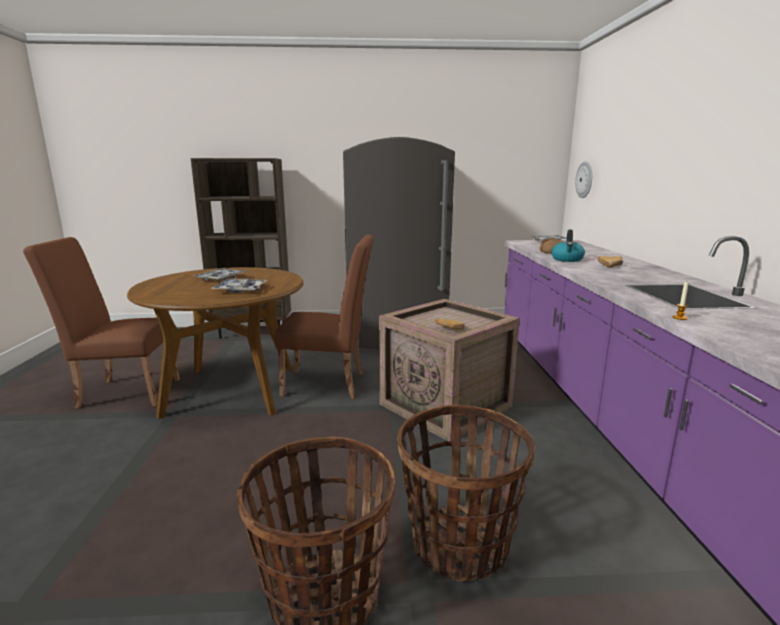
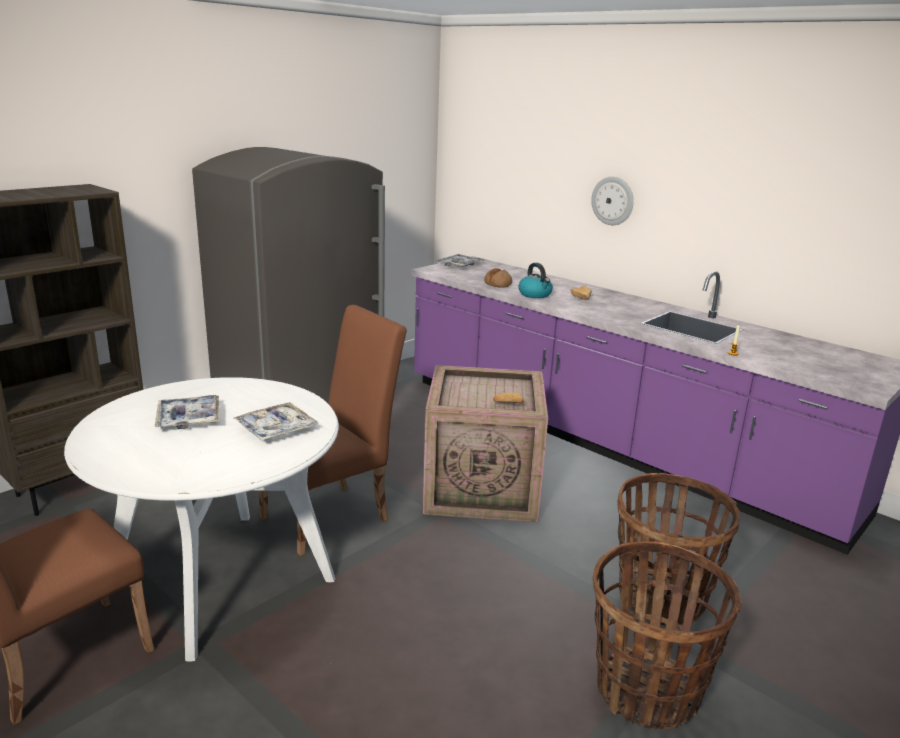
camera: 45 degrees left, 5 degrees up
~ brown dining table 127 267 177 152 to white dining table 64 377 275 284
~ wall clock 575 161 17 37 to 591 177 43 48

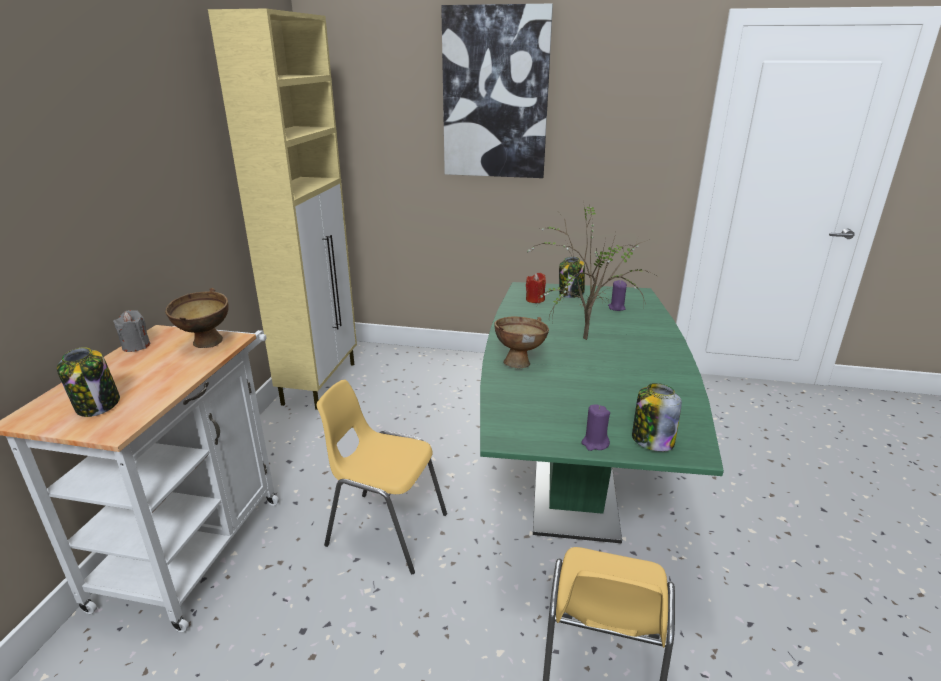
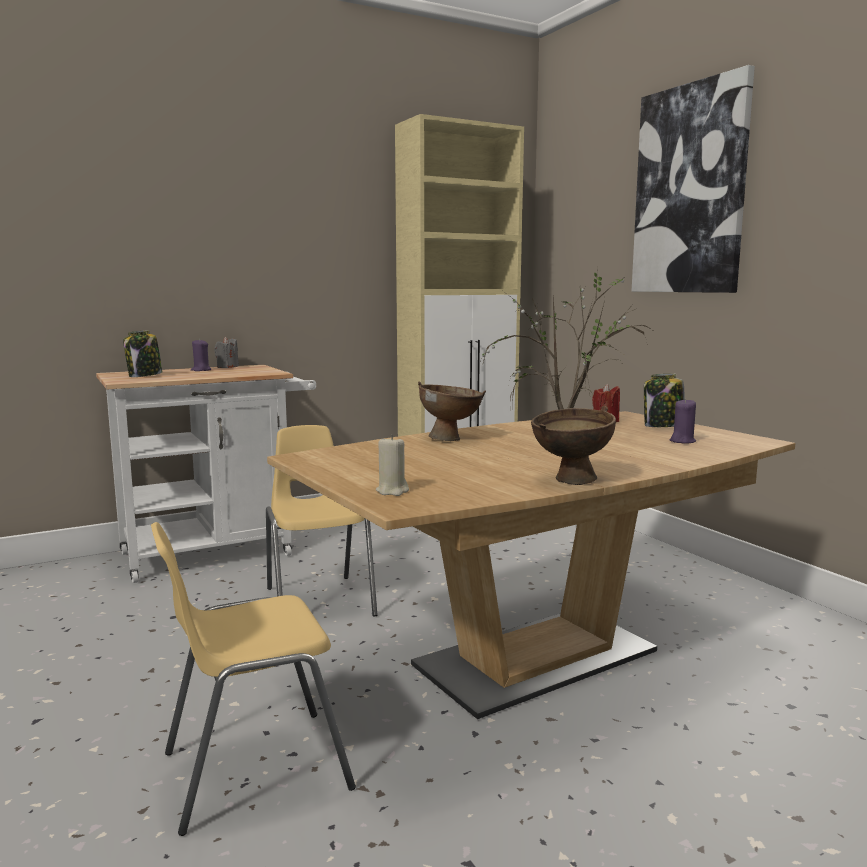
camera: 50 degrees right, 15 degrees down
~ brown bowl 165 288 64 60 to 531 406 85 79
~ green dining table 480 282 244 261 to brown dining table 267 411 529 308
~ purple candle 581 404 29 47 to 191 339 20 32
~ jar 632 383 50 69 to beige candle 376 435 33 61

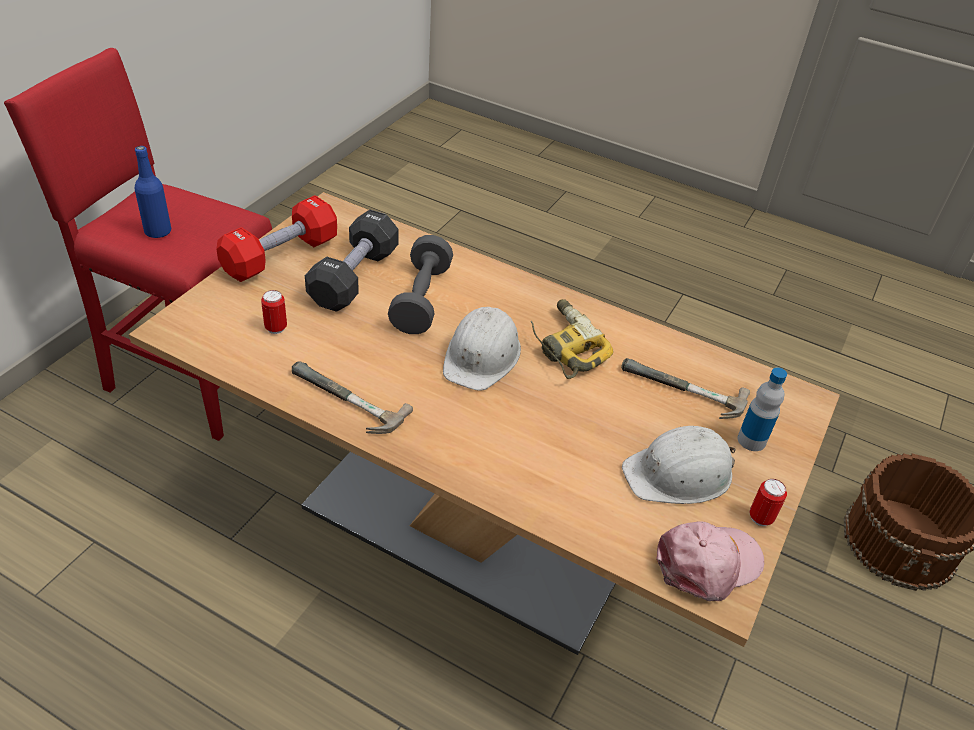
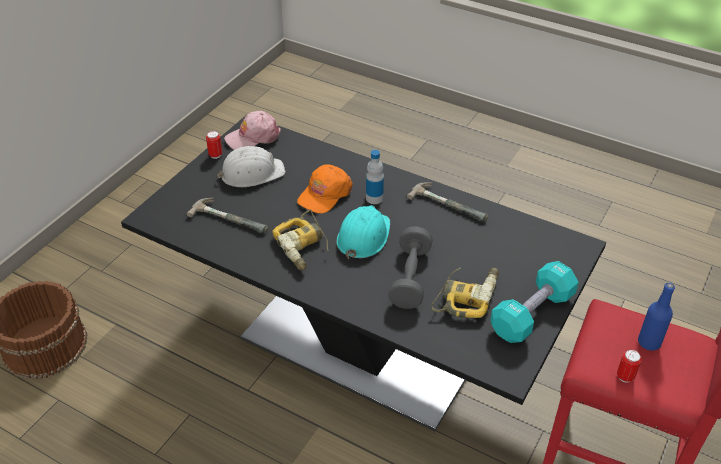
camera: 175 degrees left, 0 degrees up
~ beige dining table 129 192 711 463 to black dining table 121 116 485 315
~ red dumbbell 216 195 121 87 to turquoise dumbbell 490 261 89 82
~ can 261 290 26 44 to 617 350 25 33
~ black dumbbell 305 210 94 102 to power drill 431 267 68 51
~ white hard hat 443 307 78 84 to turquoise hard hat 336 205 54 54
~ bottle 737 368 50 83 to 366 150 18 54
+ orange cap 297 164 56 49

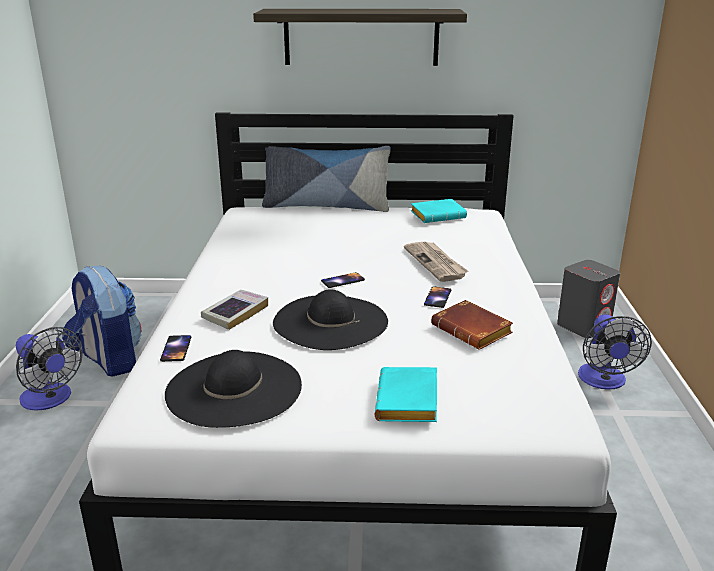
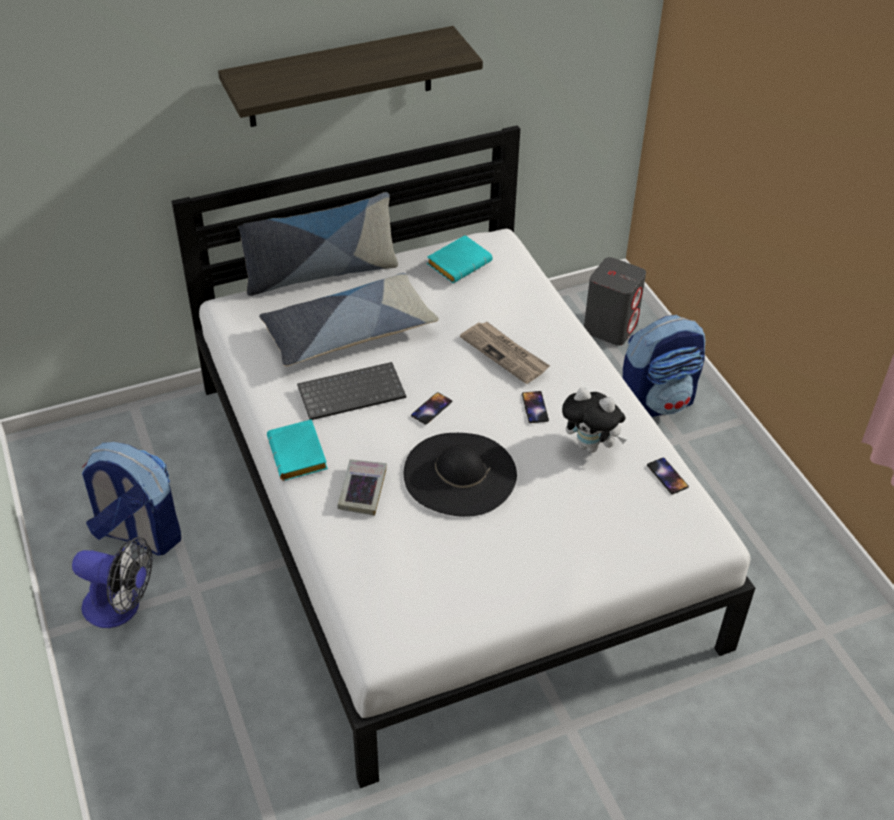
camera: 25 degrees left, 20 degrees up
~ phone 160 335 31 27 to 647 458 42 36
- black hat 165 350 137 78
~ turquoise book 375 367 62 55 to 267 419 61 62
~ brown book 431 300 82 50 to plush toy 562 387 64 66
~ fan 578 314 74 75 to backpack 623 315 82 102
+ pillow 259 273 180 94
+ keyboard 297 362 109 58

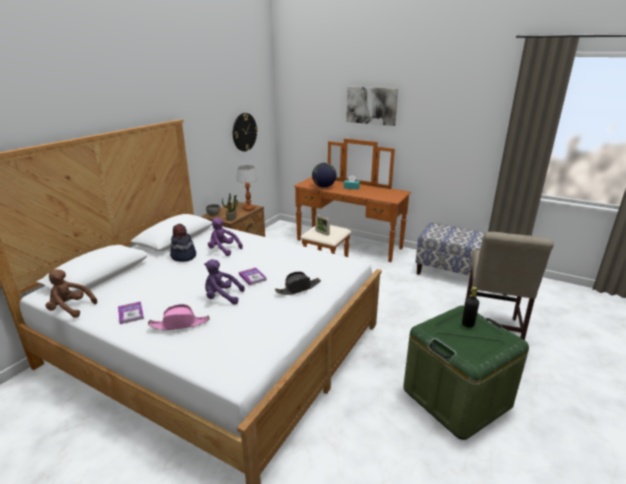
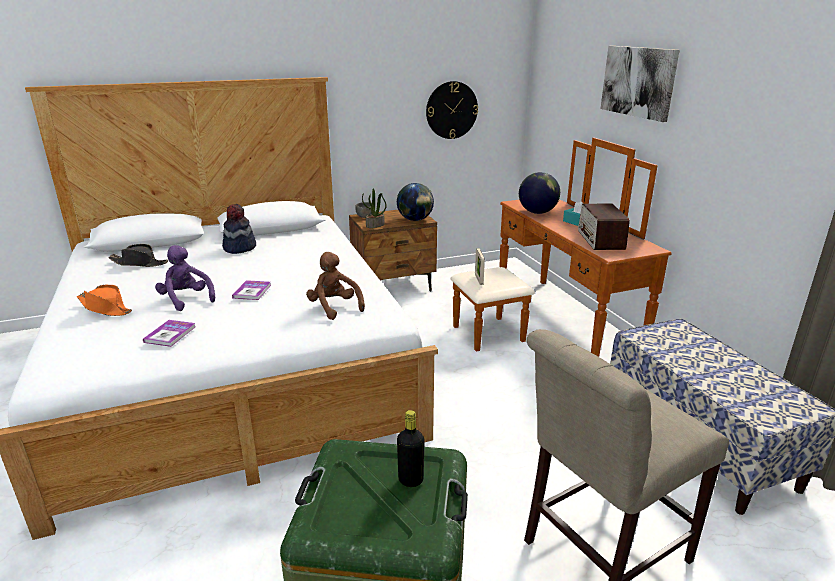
camera: 40 degrees right, 0 degrees up
~ brown plush toy 45 269 52 49 to 306 252 59 68
~ book 118 301 26 23 to 143 320 52 27
~ pink hat 148 304 62 26 to orange hat 77 284 55 32
- purple plush toy 208 218 35 38
~ table lamp 236 165 22 46 to globe 397 183 37 38
~ black hat 275 272 46 23 to 108 244 61 23
+ radio 578 204 52 46

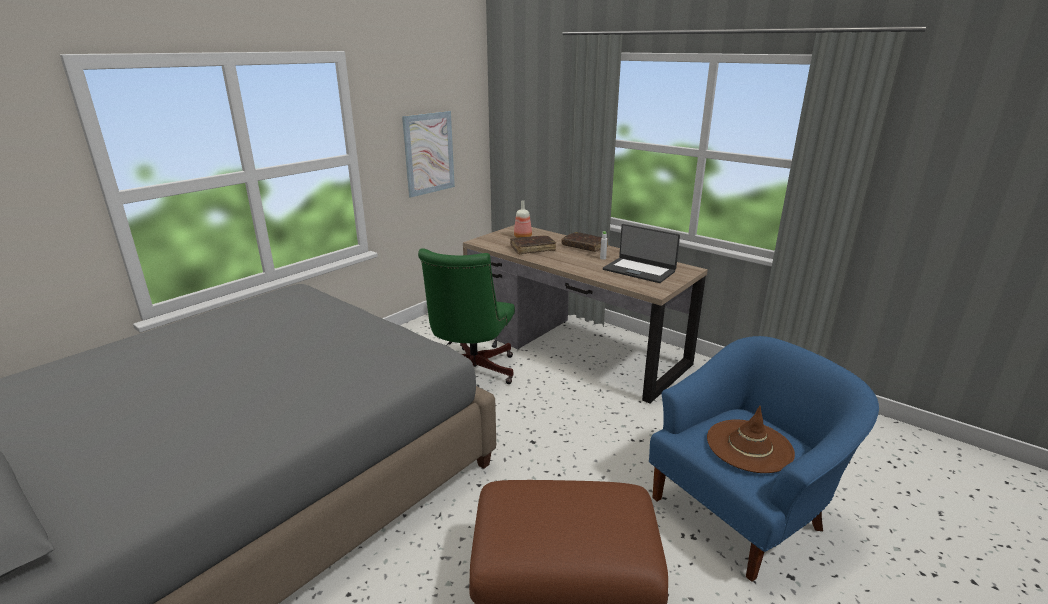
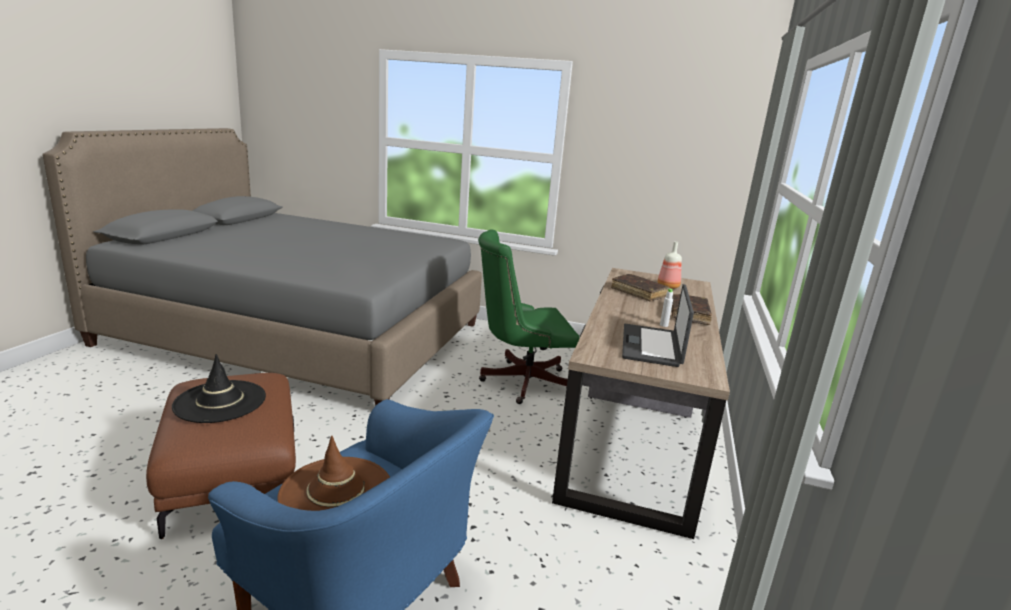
camera: 65 degrees right, 5 degrees down
- picture 402 111 53 87
+ black hat 172 354 94 69

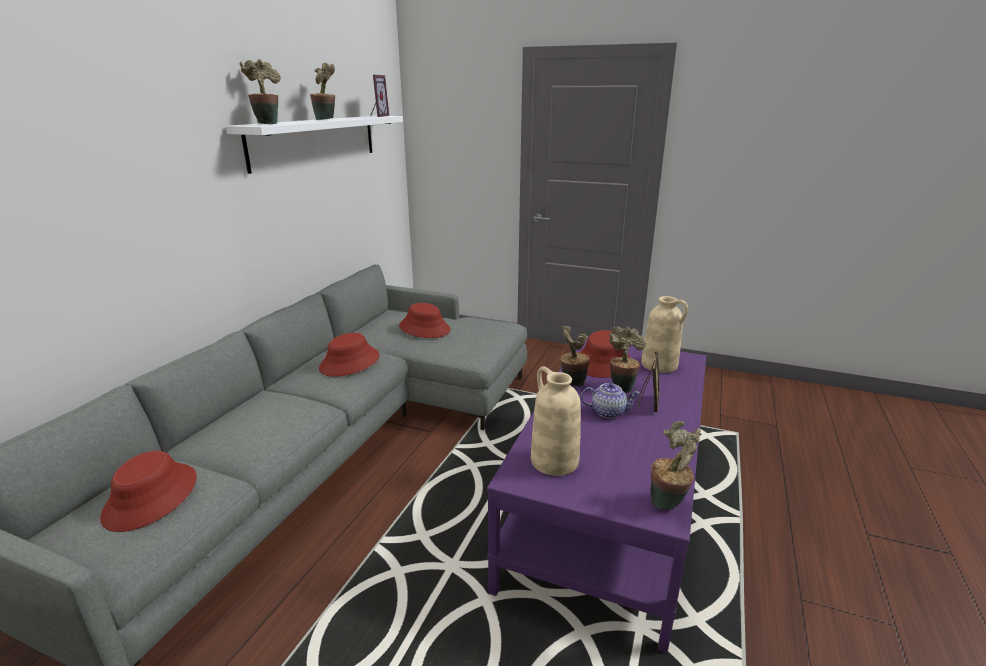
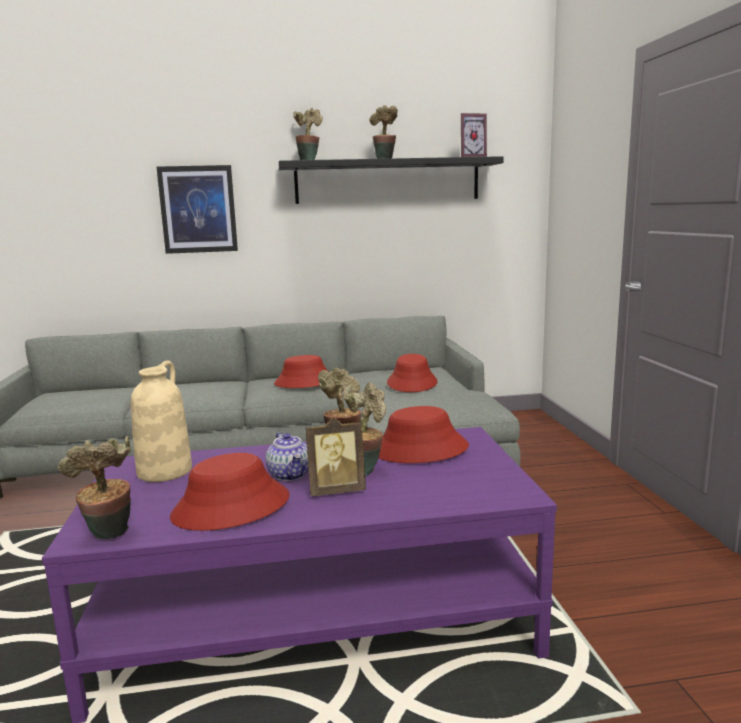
camera: 60 degrees right, 10 degrees down
~ red hat 100 451 97 81 to 170 453 120 78
~ white shelf 226 116 177 58 to black shelf 278 156 226 48
- beige vase 641 296 47 77
+ picture 156 165 82 89

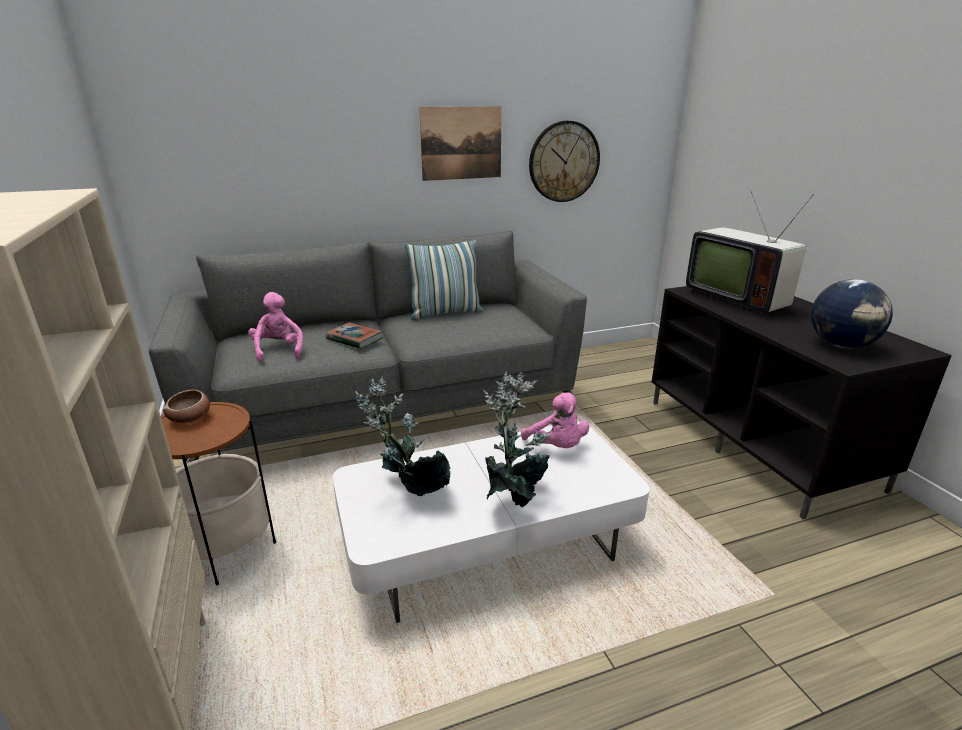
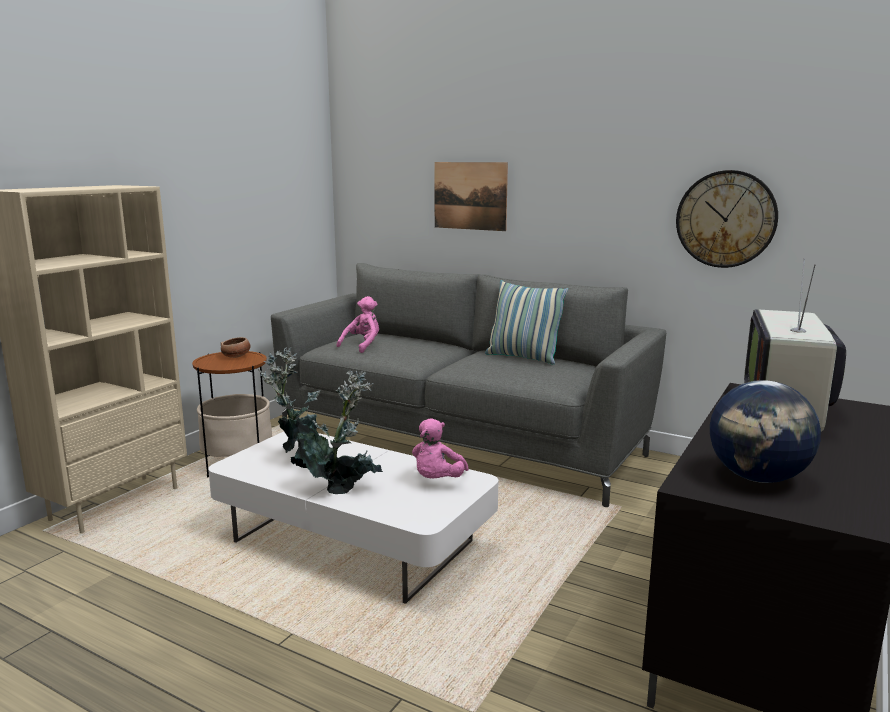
camera: 50 degrees right, 10 degrees down
- book 326 323 57 26
~ picture 419 106 83 75 to 434 162 74 69

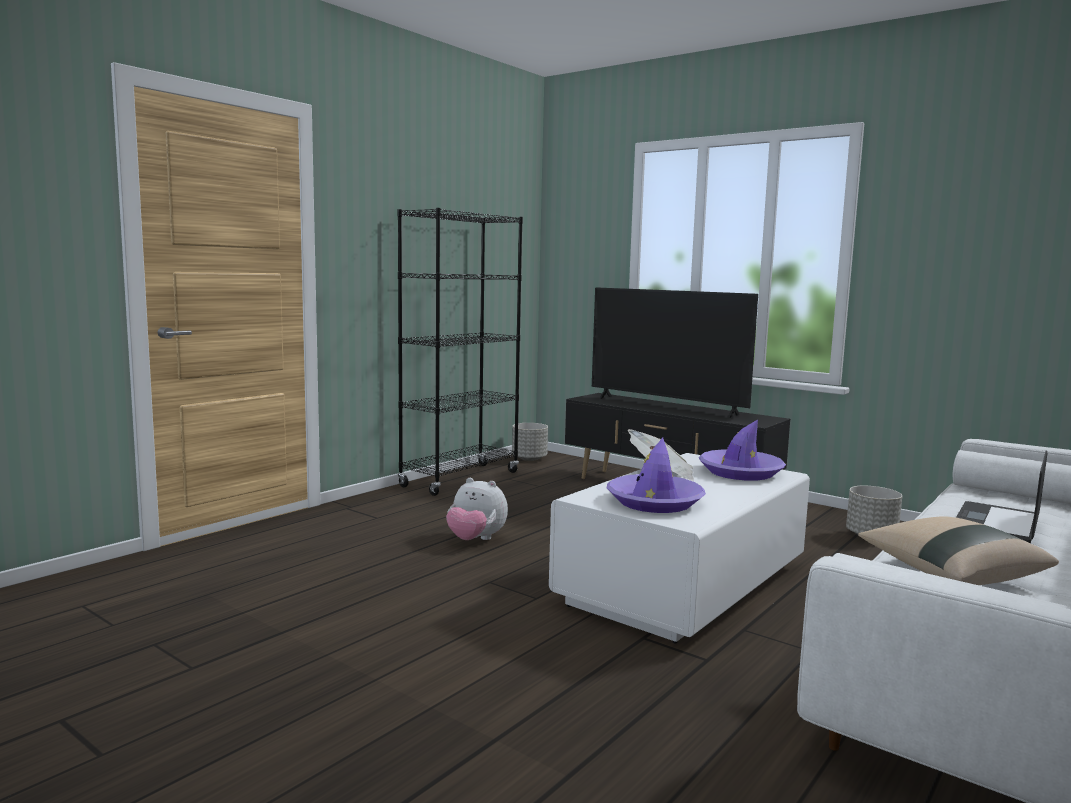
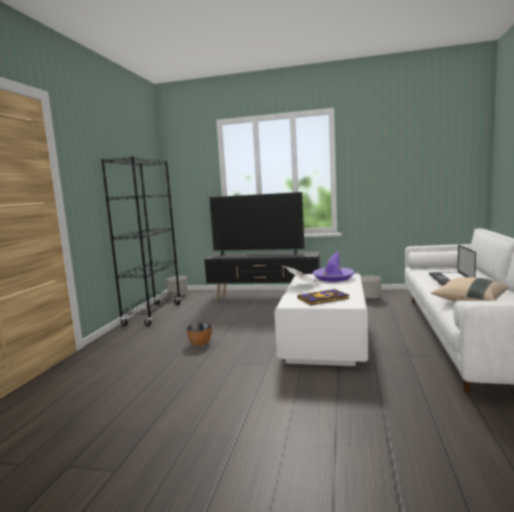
camera: 25 degrees left, 0 degrees up
~ plush toy 446 478 62 62 to bowl 186 323 26 23
~ purple hat 607 438 99 75 to book 297 289 52 16

